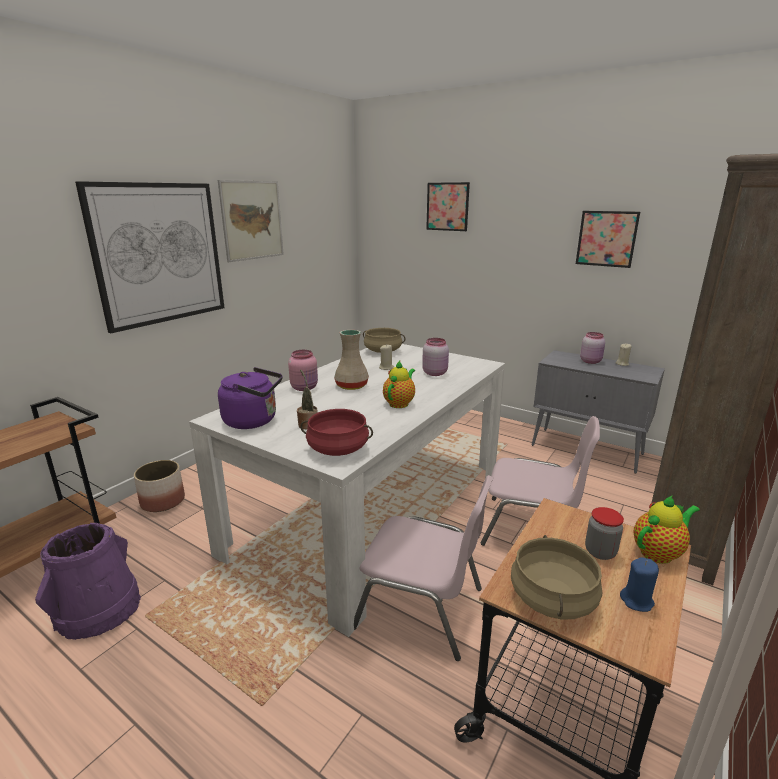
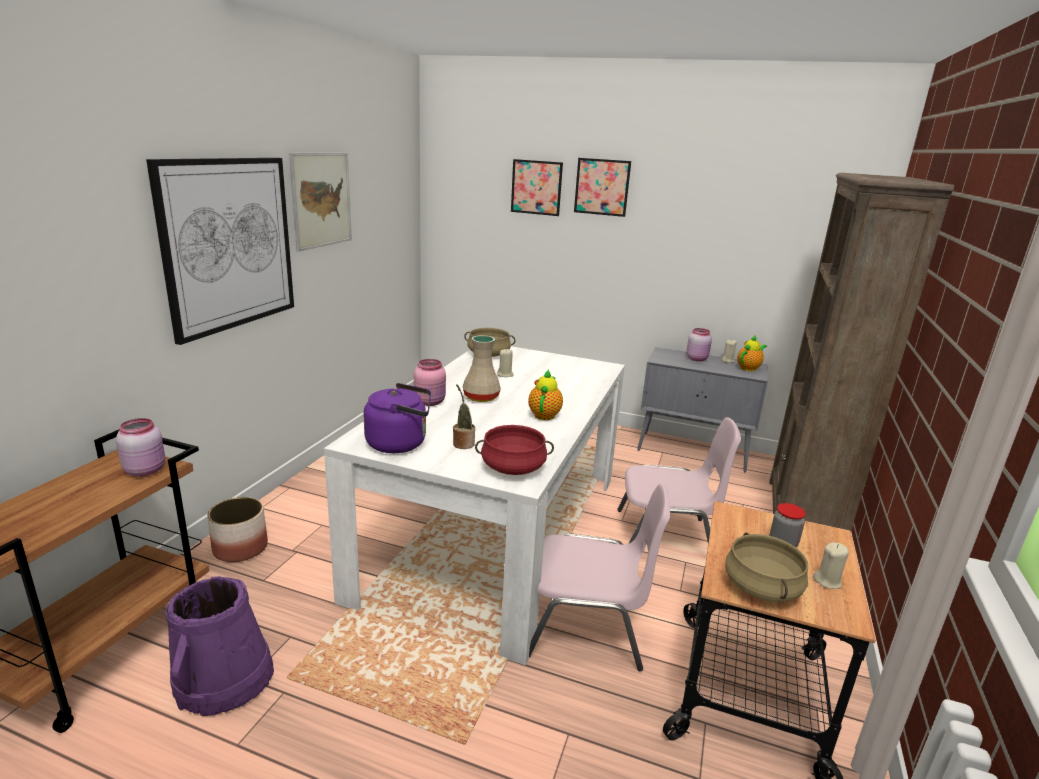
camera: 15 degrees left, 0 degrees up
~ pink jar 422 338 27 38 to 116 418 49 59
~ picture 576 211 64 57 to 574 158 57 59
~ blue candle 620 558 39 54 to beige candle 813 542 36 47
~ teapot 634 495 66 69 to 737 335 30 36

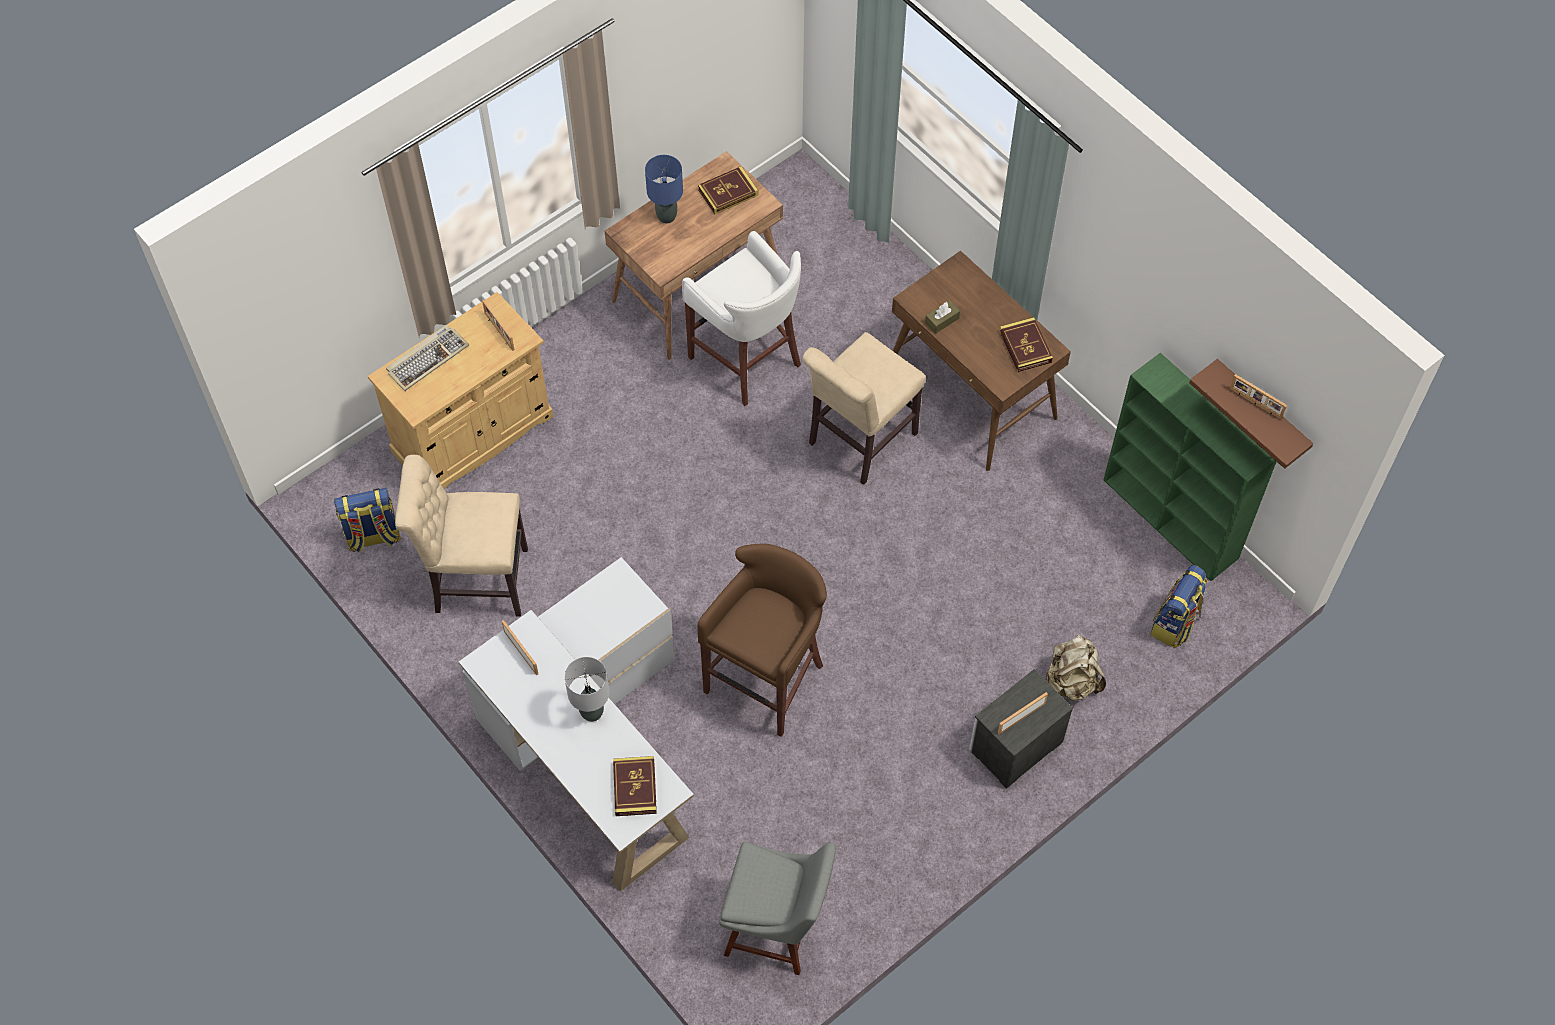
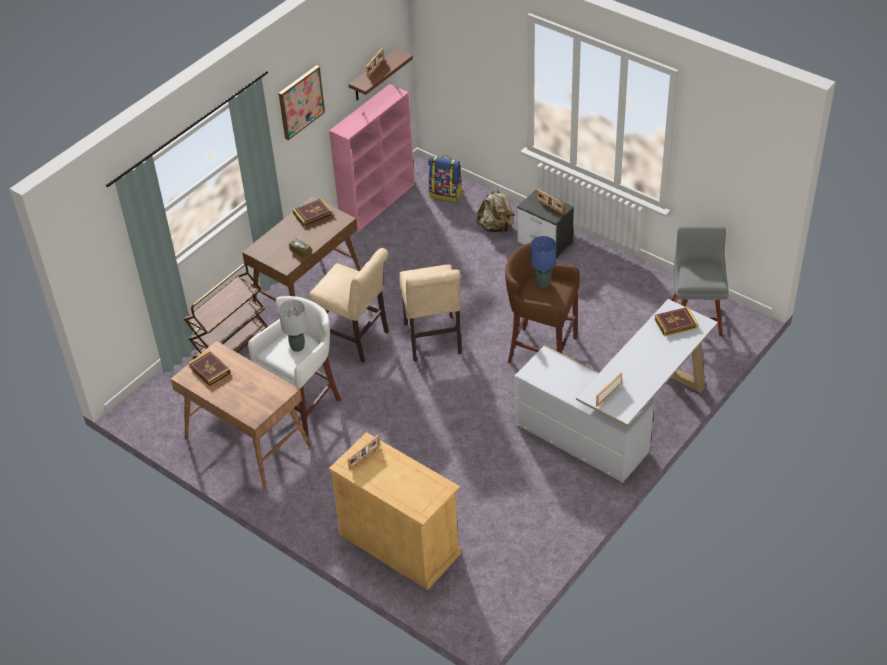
camera: 100 degrees left, 15 degrees down
- backpack 334 488 67 65
- keyboard 386 325 83 66
~ beige chair 395 455 133 162 to 399 265 63 96
~ grey table lamp 564 657 45 65 to 278 300 29 52
~ blue table lamp 645 155 38 69 to 531 236 25 52
~ green bookcase 1104 353 173 228 to pink bookcase 329 84 86 148
+ brown cart 184 263 84 97
+ picture 279 65 46 75

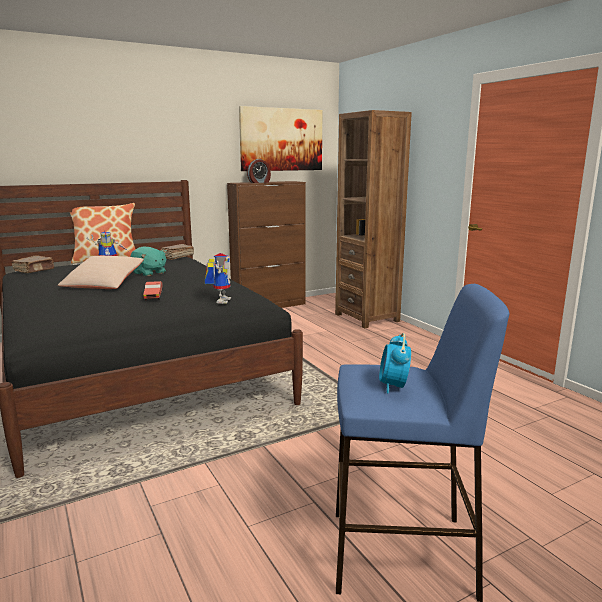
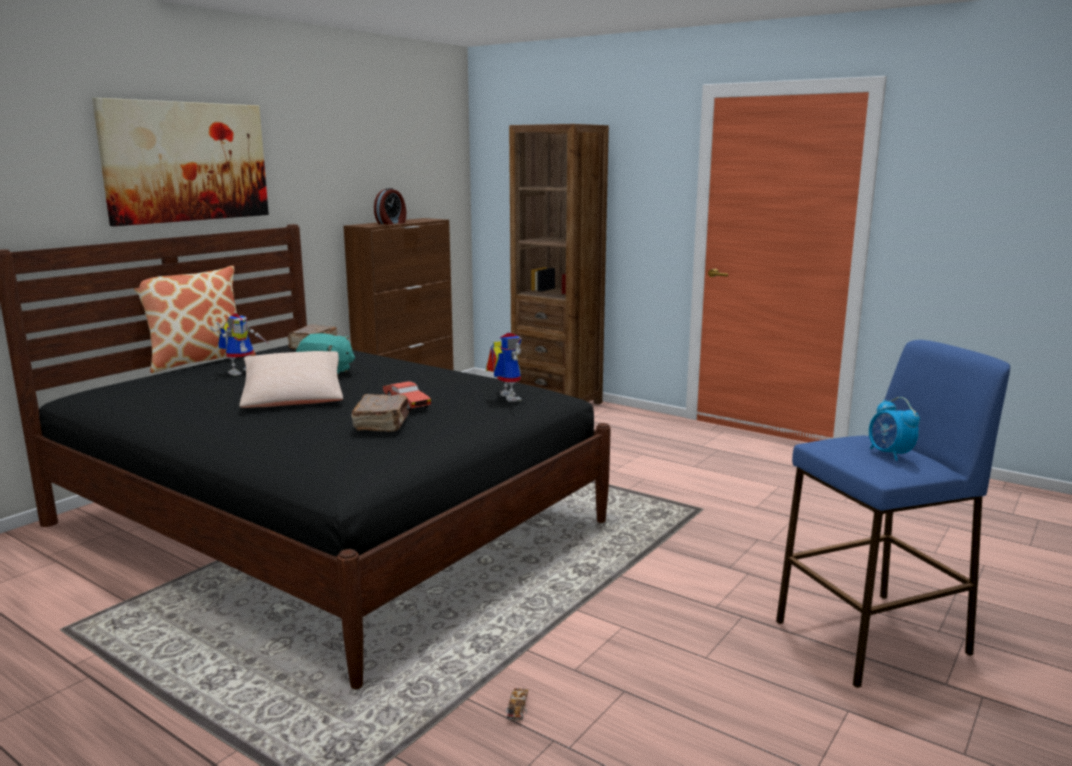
camera: 25 degrees left, 0 degrees up
~ brown book 12 255 42 18 to 351 394 58 38
~ picture 239 106 84 65 to 92 98 177 128
+ toy car 506 688 22 33

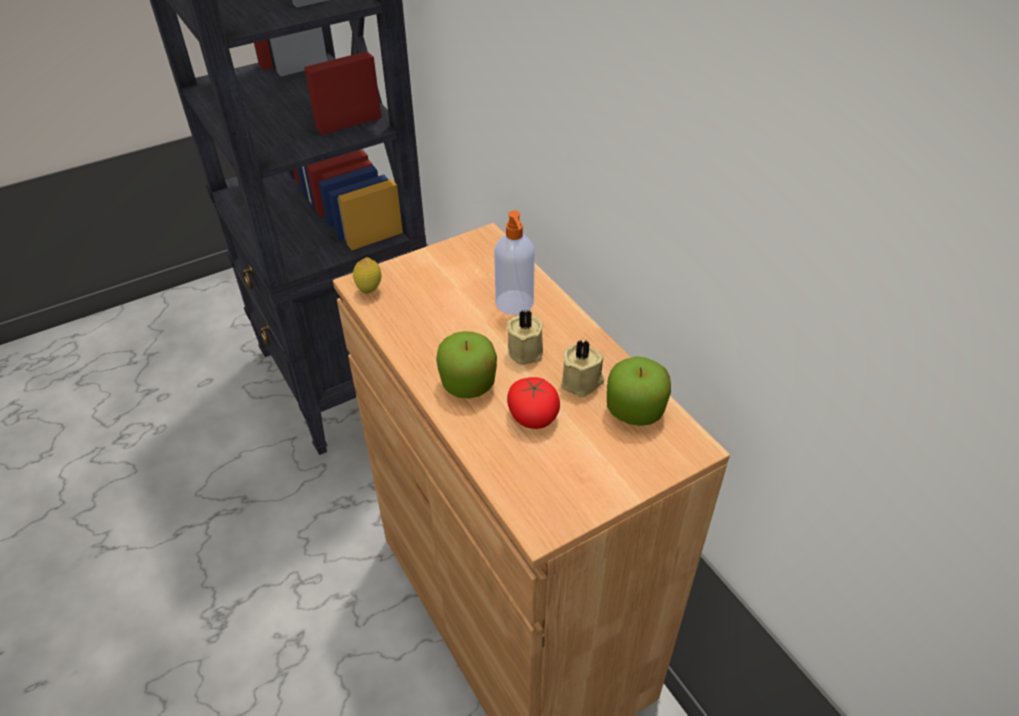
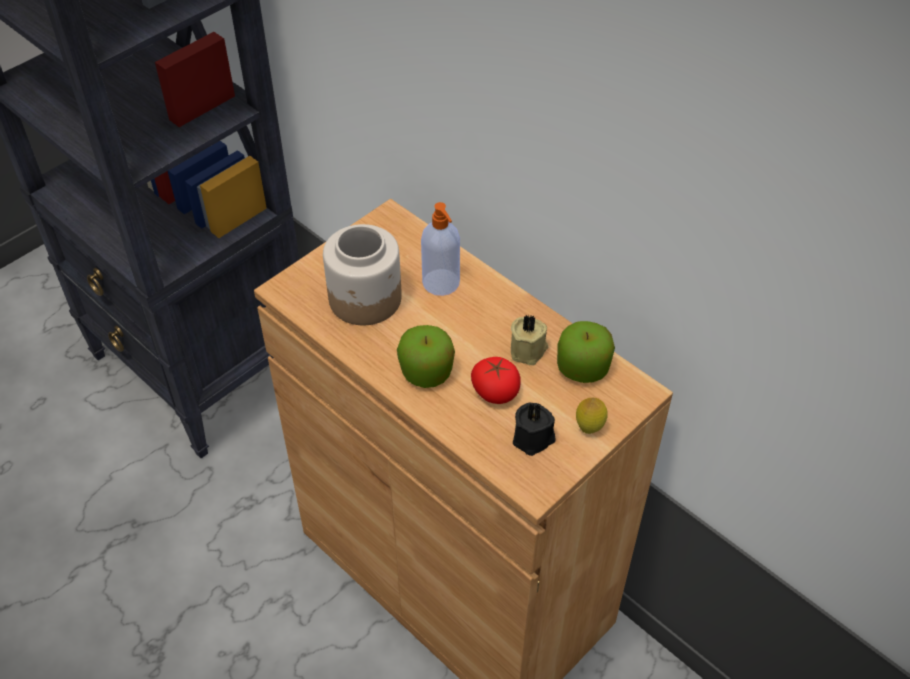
camera: 15 degrees left, 5 degrees up
~ lemon 353 257 29 37 to 576 397 32 37
- beige candle 506 309 37 56
+ jar 323 224 79 101
+ black candle 513 403 43 53

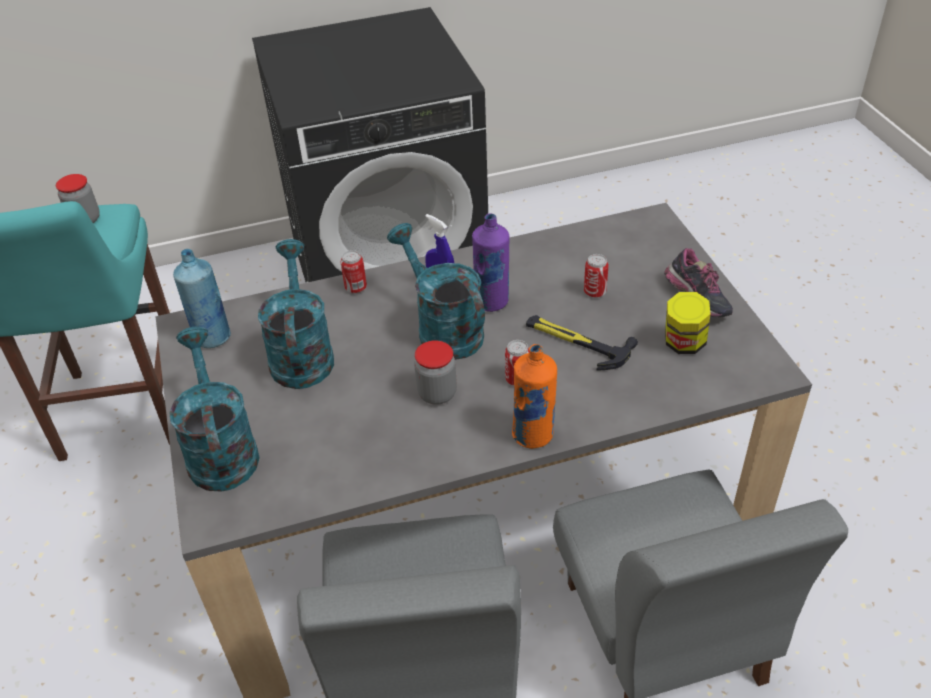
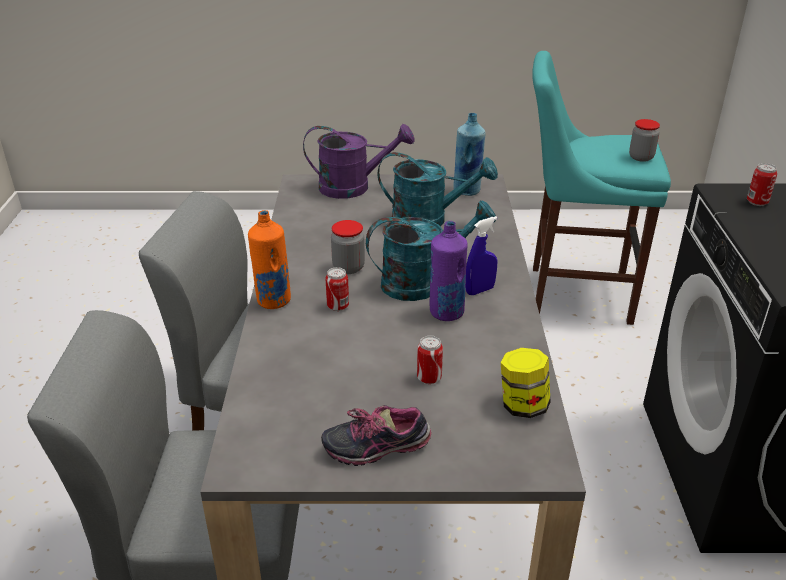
camera: 105 degrees right, 10 degrees down
~ turquoise watering can 169 327 91 165 to purple watering can 303 124 111 75
~ can 340 250 27 43 to 747 163 30 43
- hammer 526 315 112 55
~ jar 665 292 45 62 to 501 348 49 70

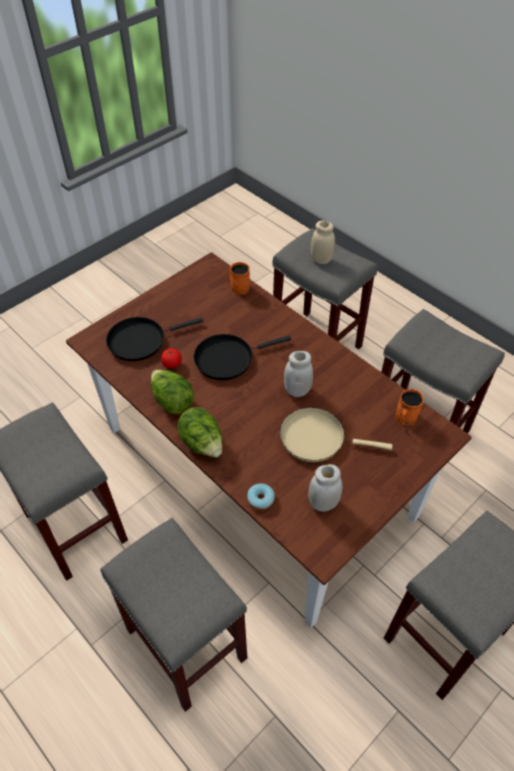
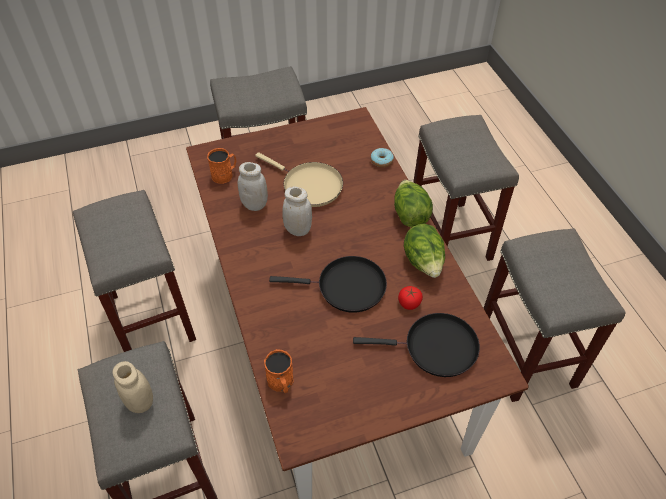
camera: 155 degrees left, 0 degrees up
~ white jar 308 464 34 48 to 238 162 30 49

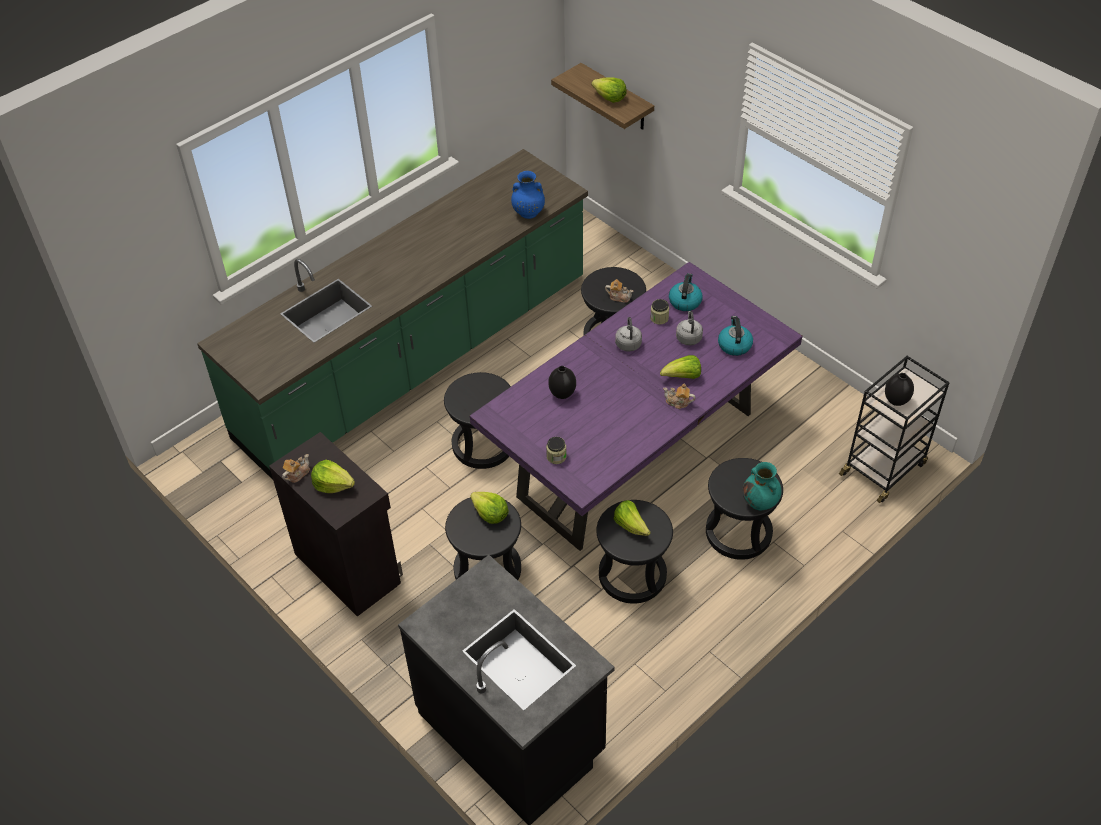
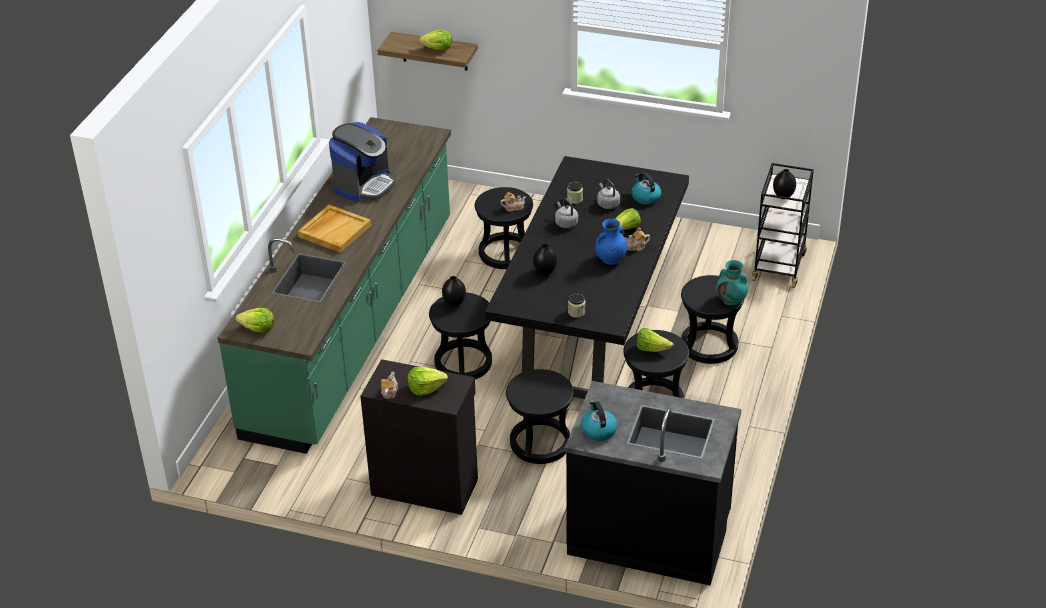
camera: 30 degrees left, 10 degrees down
~ purple dining table 470 262 333 289 to black dining table 485 156 204 243
~ lettuce 470 492 39 32 to 236 308 39 25
~ blue vase 511 171 34 48 to 595 219 32 46
~ kettle 669 273 34 38 to 581 401 36 40
+ beige tray 298 205 73 48
+ coffee machine 329 122 67 80
+ black vase 442 276 24 31

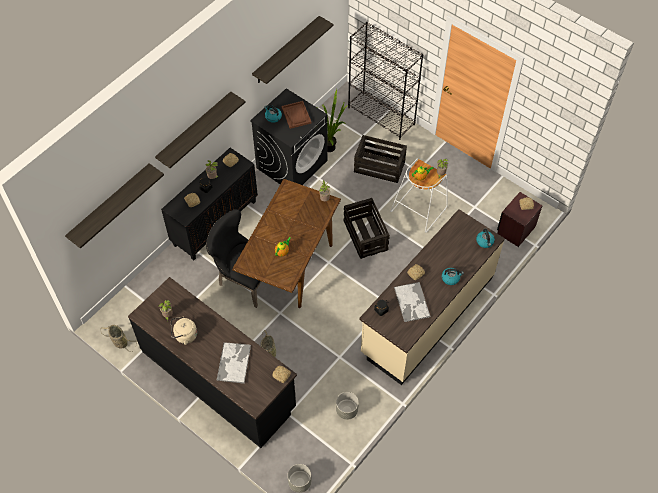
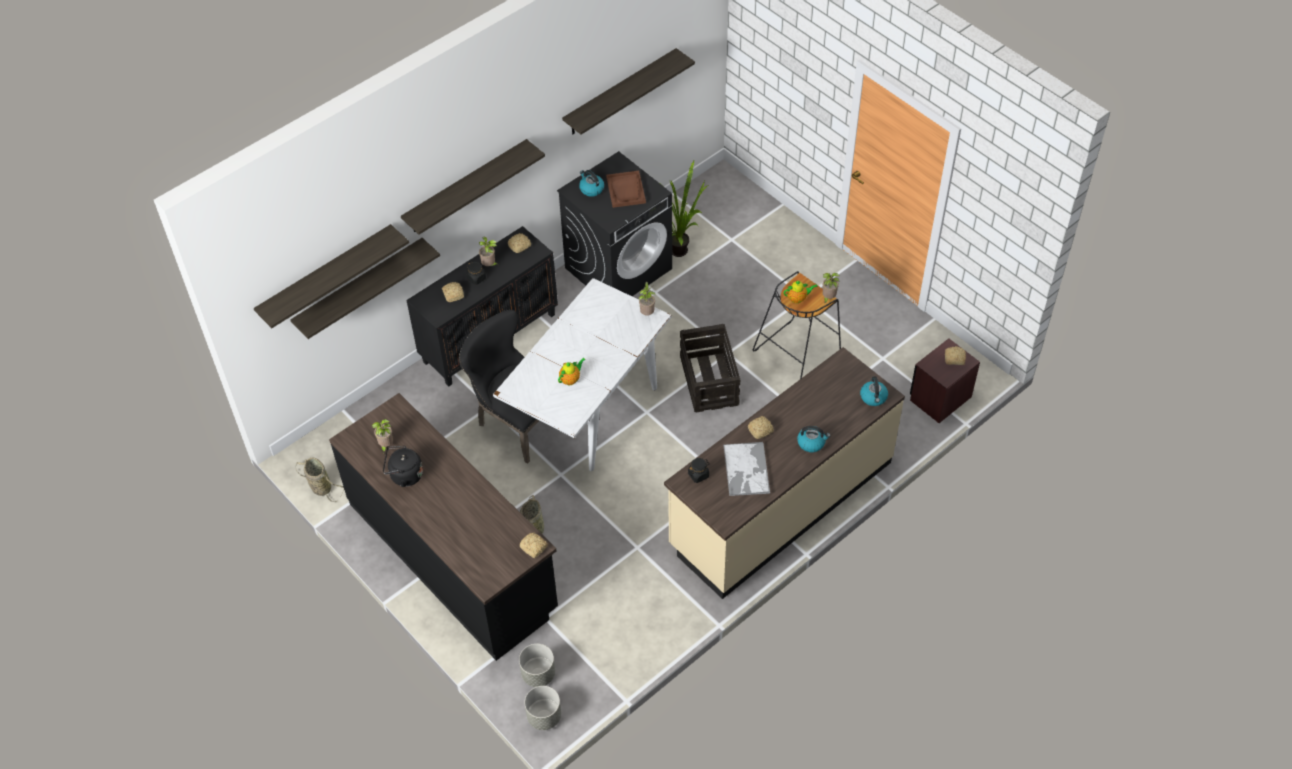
camera: 10 degrees right, 5 degrees down
~ beige kettle 171 317 26 28 to black kettle 383 446 40 41
- tray 217 342 34 42
~ brown dining table 232 179 109 129 to white dining table 493 278 179 193
~ grey planter 336 392 23 28 to 519 644 36 43
- black bookcase 348 22 76 118
- crate 354 135 53 48
~ white stool 390 158 58 75 to black stool 752 271 89 108
+ shelf 290 238 150 101

